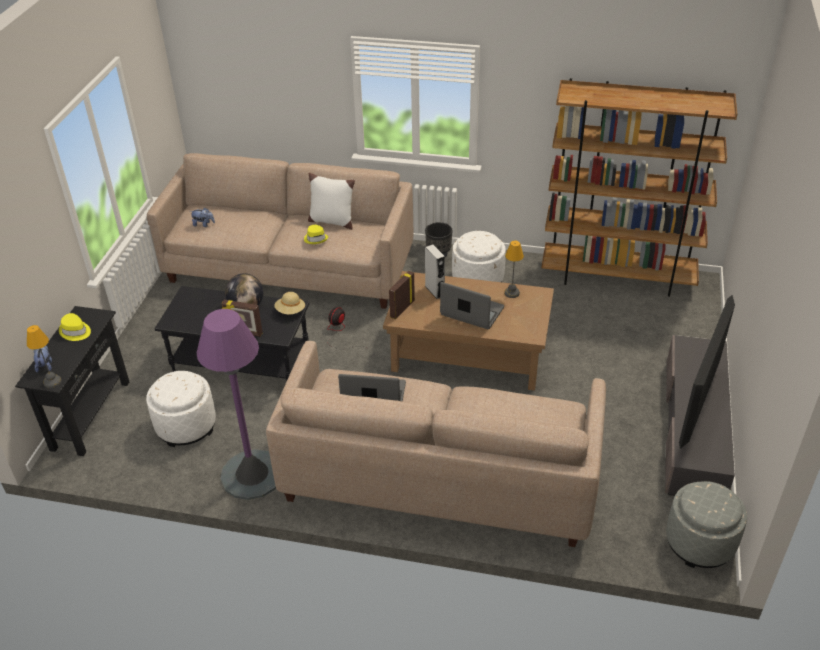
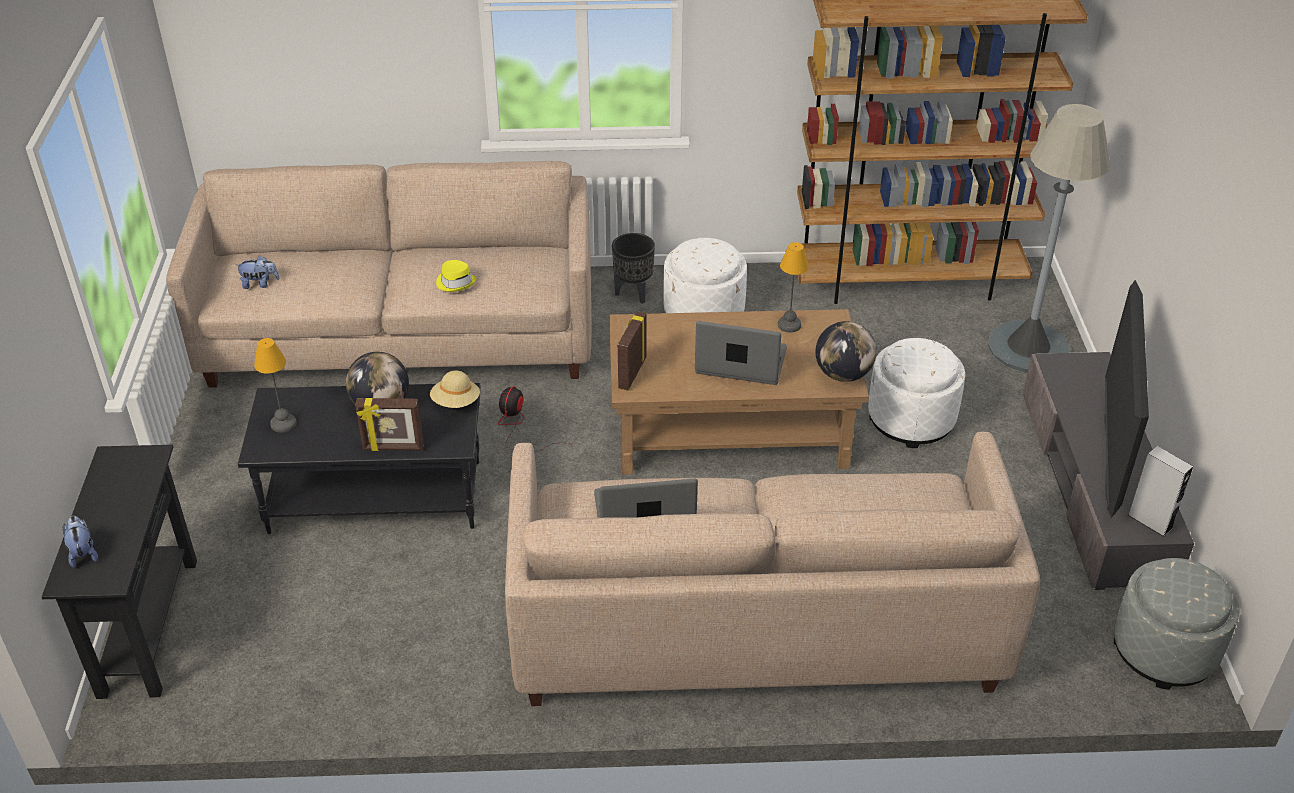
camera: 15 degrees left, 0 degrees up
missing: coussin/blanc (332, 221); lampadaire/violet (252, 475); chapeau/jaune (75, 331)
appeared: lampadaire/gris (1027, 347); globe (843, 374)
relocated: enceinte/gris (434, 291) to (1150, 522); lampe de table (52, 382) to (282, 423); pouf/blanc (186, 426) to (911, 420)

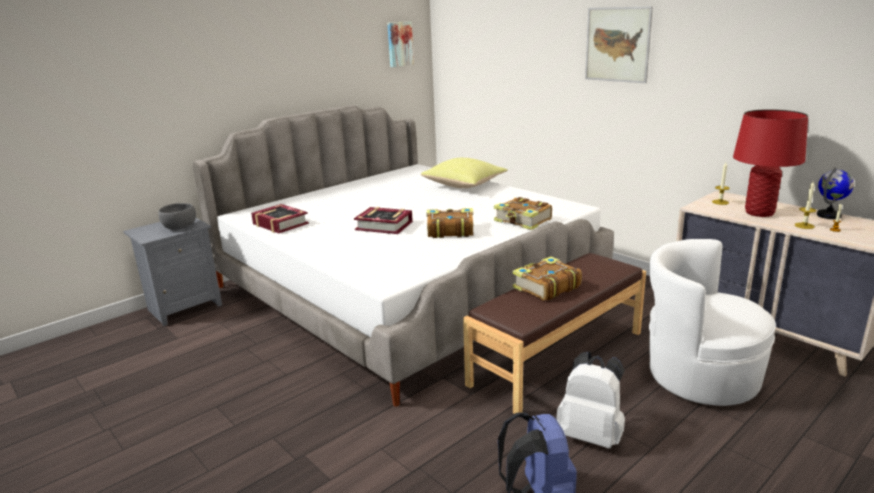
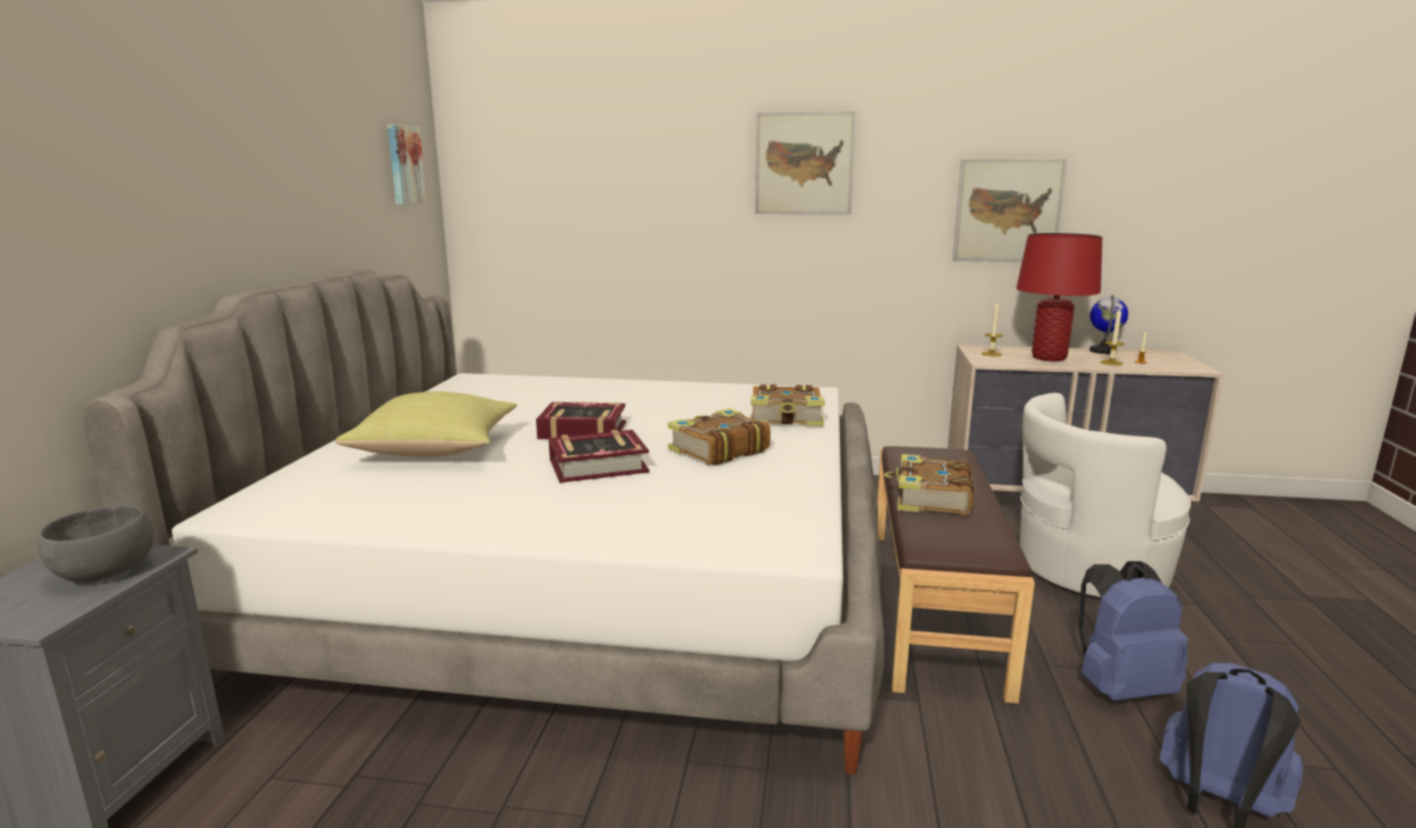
camera: 40 degrees left, 5 degrees down
appeared: tableau (1008, 211)
relocated: coussin/jaune (465, 185) to (438, 450); livre (280, 224) to (582, 431)
colour: sac à dos/blanc (591, 435) to sac à dos/bleu (1120, 687)

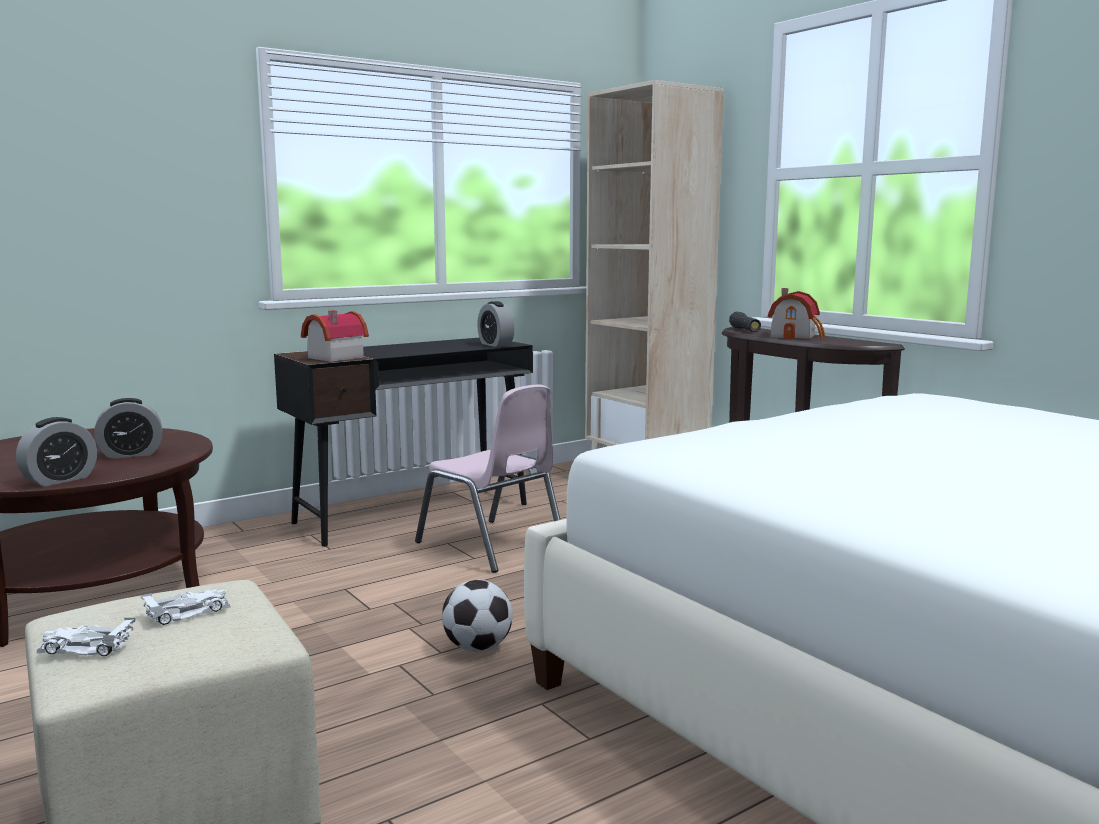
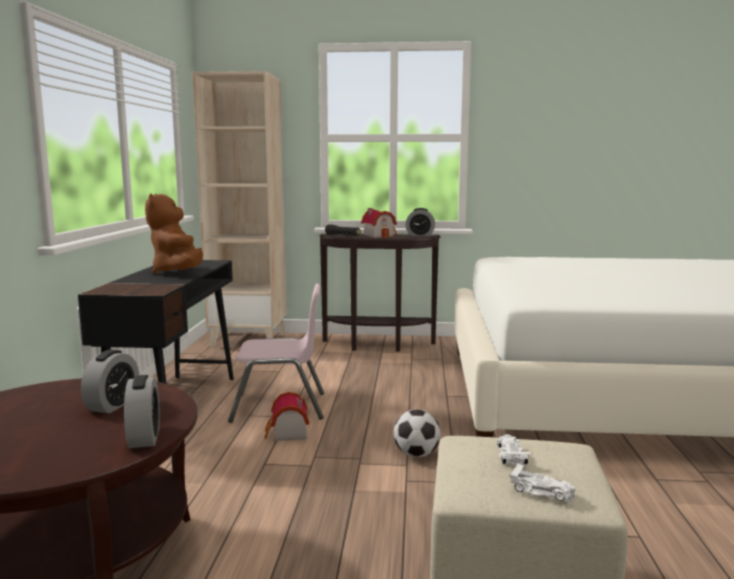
camera: 50 degrees left, 0 degrees up
appeared: peluche/marron (178, 272)
relocated: réveil (495, 344) to (420, 235); maison miniature (332, 357) to (287, 434)
spun: petite voiture/blanc (86, 648) = (542, 491) 105 degrees counterclockwise

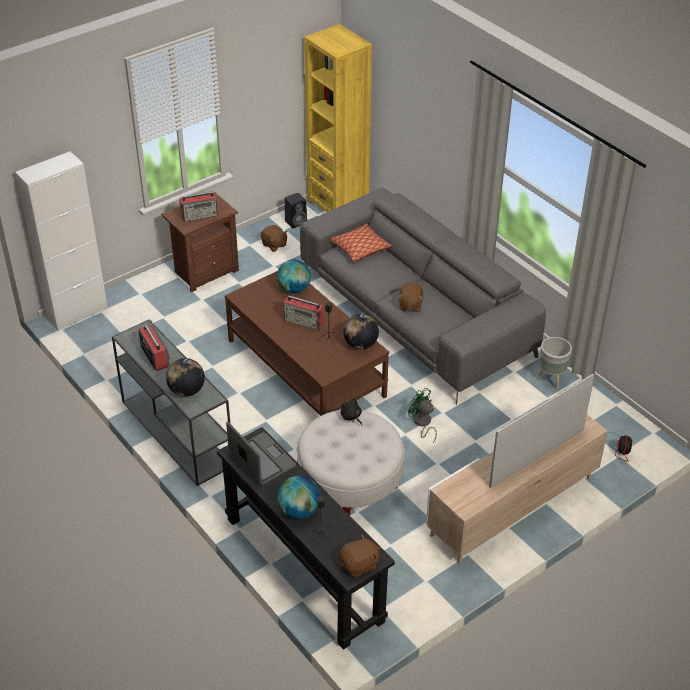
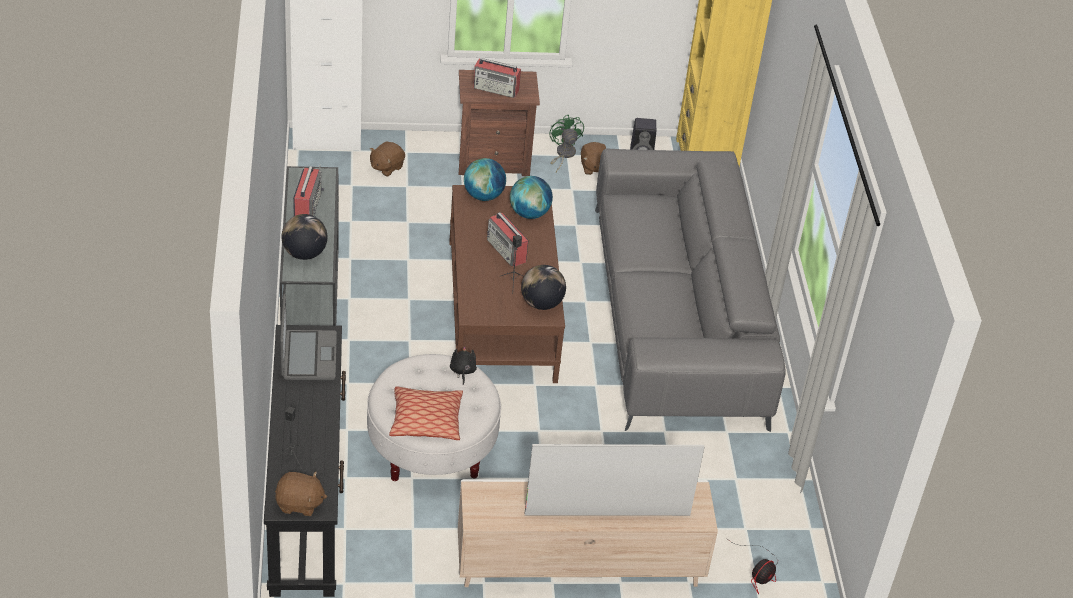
camera: 30 degrees right, 0 degrees up
missing: cache-pot/gris (551, 380)
relocated: coussin (360, 248) to (426, 421); peluche/marron (410, 305) to (386, 167); ventilateur/vert (422, 423) to (563, 154); globe (299, 511) to (483, 196)

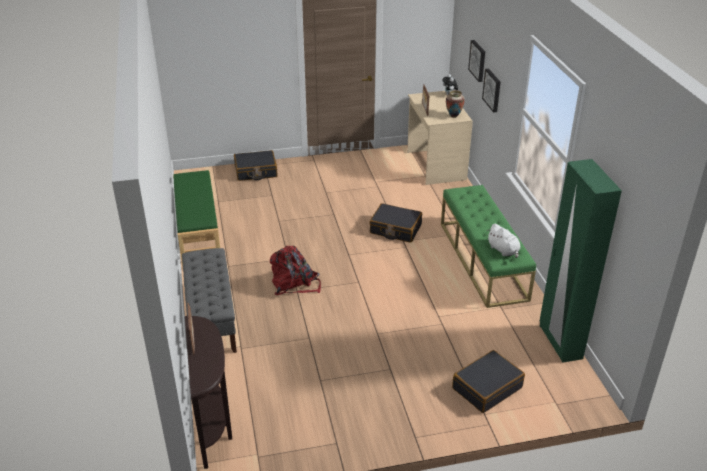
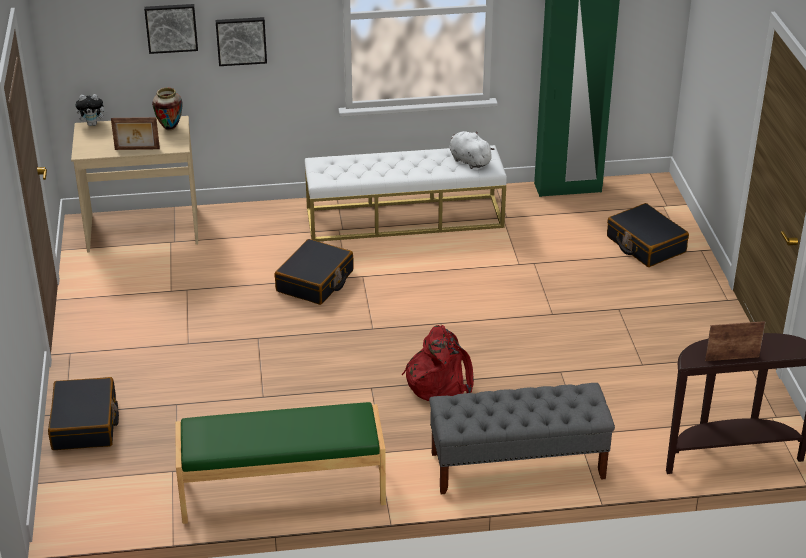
camera: 85 degrees left, 0 degrees up
colour: banc/vert (483, 260) to banc/blanc (405, 218)
spun: peluche/blanc (503, 250) = (468, 161) 105 degrees counterclockwise

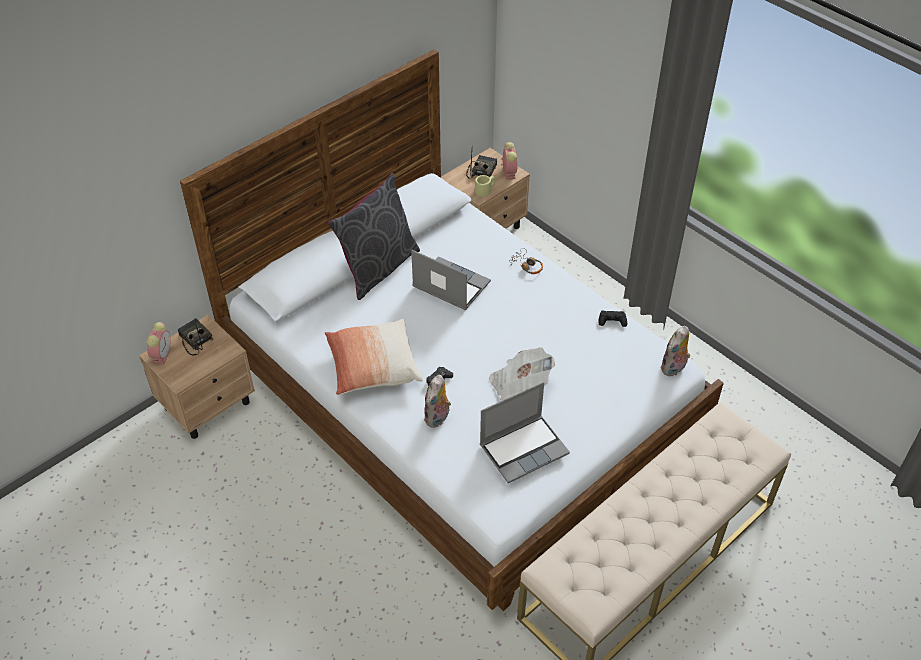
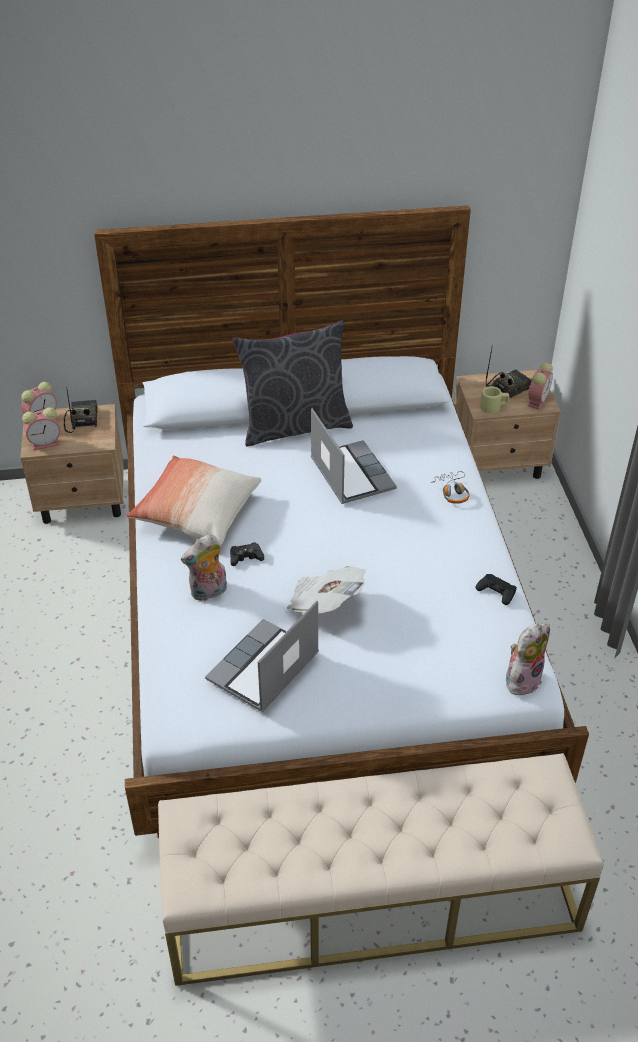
camera: 35 degrees right, 5 degrees down
appeared: réveil (46, 443)
spun: peluche (673, 369) = (522, 679) 150 degrees clockwise; ordinateur portable (524, 448) = (263, 669) 120 degrees clockwise

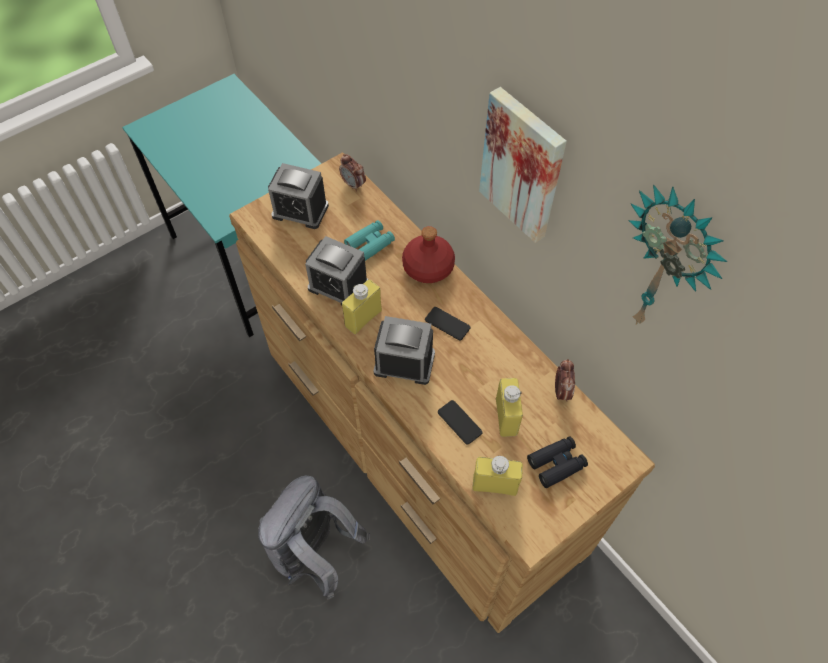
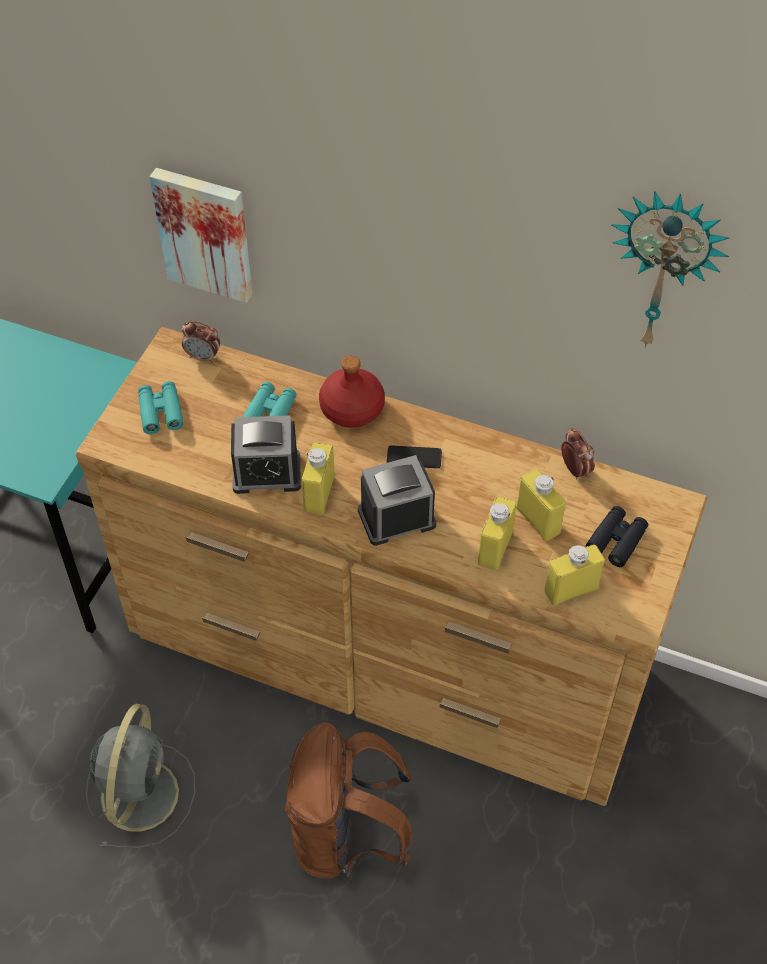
camera: 30 degrees left, 5 degrees down
appeared: ventilateur/gris (140, 791)
relocated: tableau (523, 165) to (205, 232)
exchanged: réveil (300, 211) to jumelles/turquoise (161, 412); téléphone (459, 422) to bouteille/jaune (495, 548)
colour: sac à dos/gris (315, 553) to sac à dos/marron (346, 837)

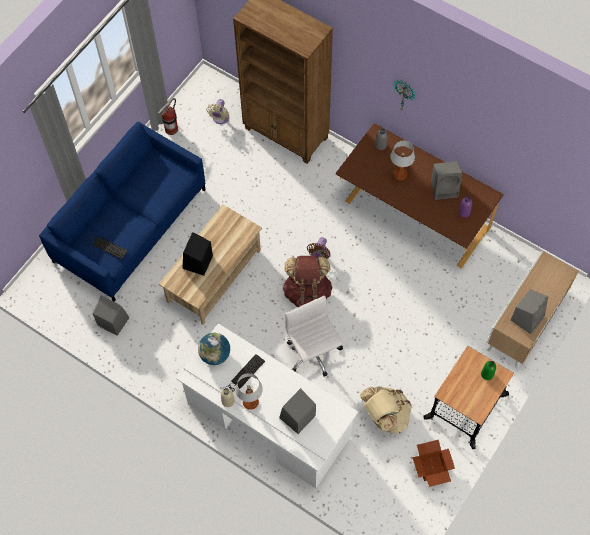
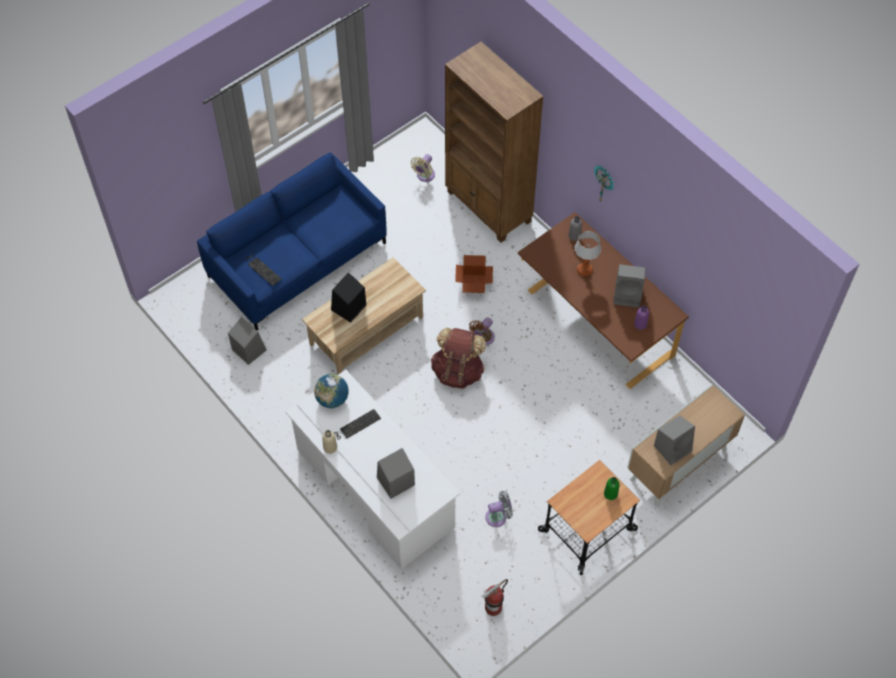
camera: 15 degrees right, 5 degrees down
missing: chaise de bureau/blanc (313, 354); lampe de table (250, 402)
relocated: extincteur (171, 129) to (493, 608); carton (431, 468) to (473, 284)
exchanged: sac à dos/beige (385, 416) to ventilateur/gris (498, 516)

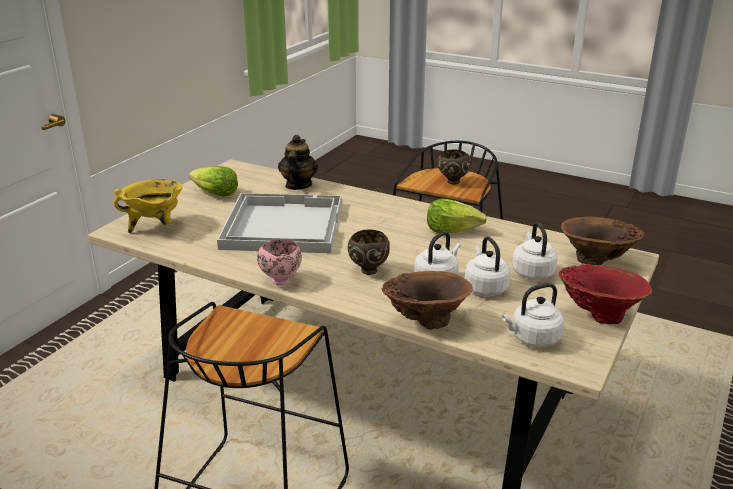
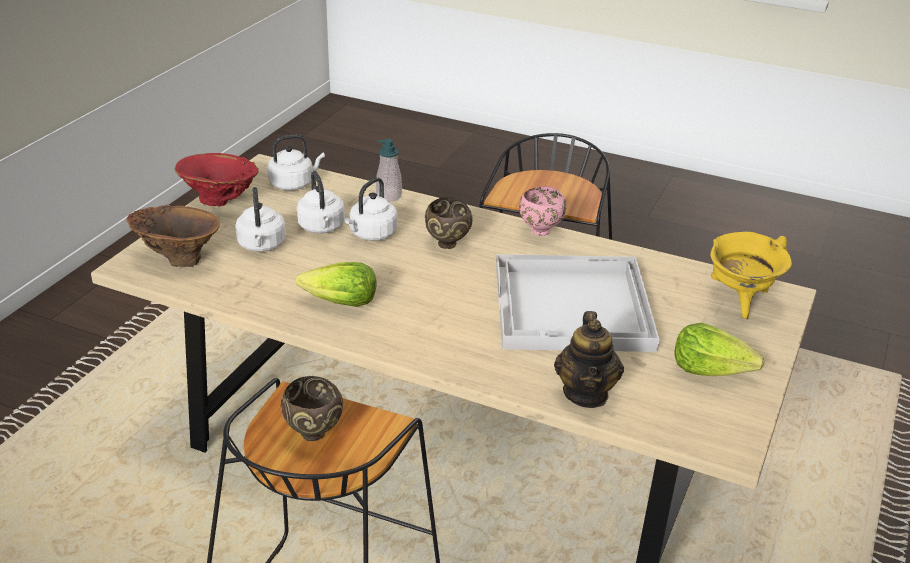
camera: 175 degrees right, 5 degrees up
exchanged: vase/marron (425, 321) to distributeur de savon (389, 196)

